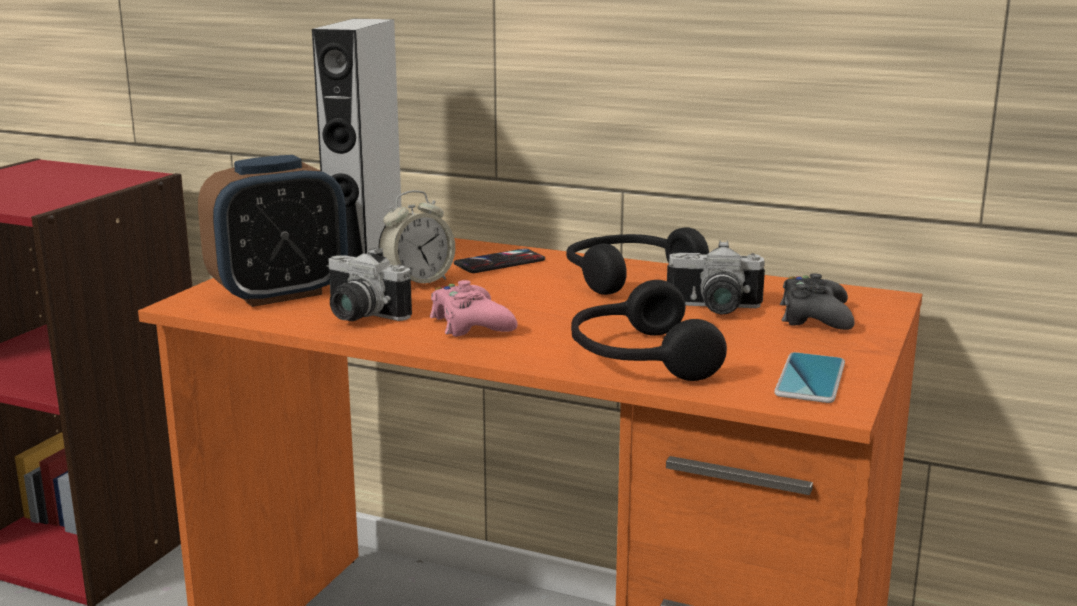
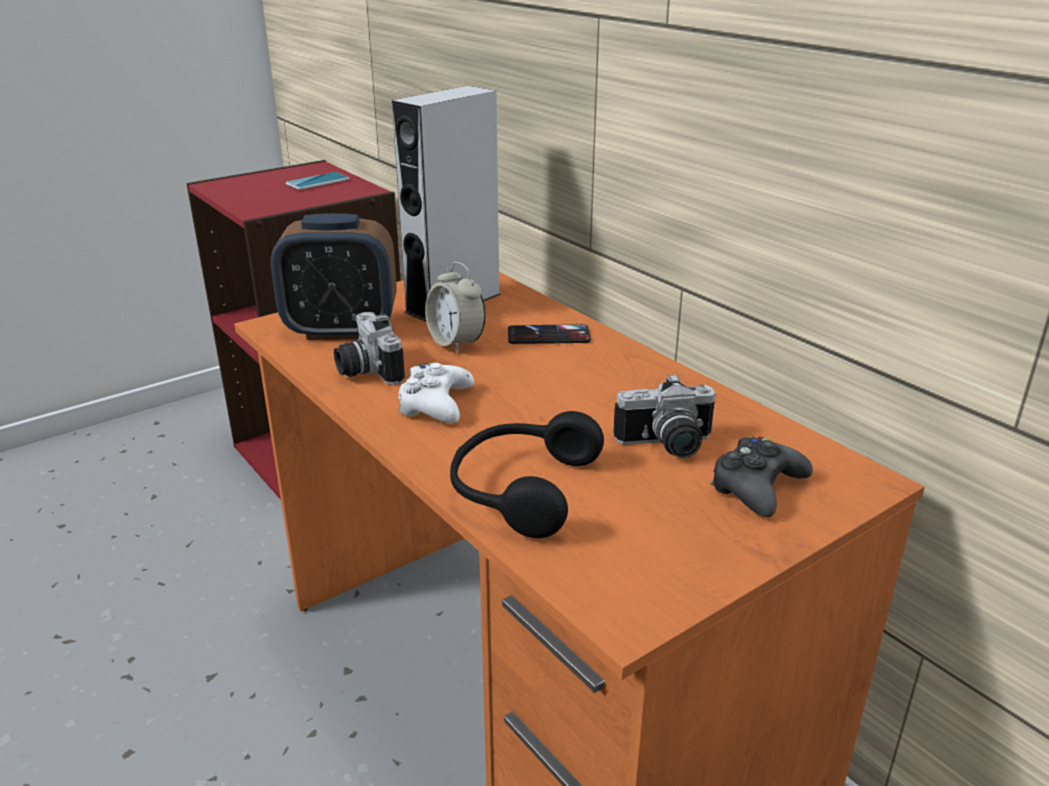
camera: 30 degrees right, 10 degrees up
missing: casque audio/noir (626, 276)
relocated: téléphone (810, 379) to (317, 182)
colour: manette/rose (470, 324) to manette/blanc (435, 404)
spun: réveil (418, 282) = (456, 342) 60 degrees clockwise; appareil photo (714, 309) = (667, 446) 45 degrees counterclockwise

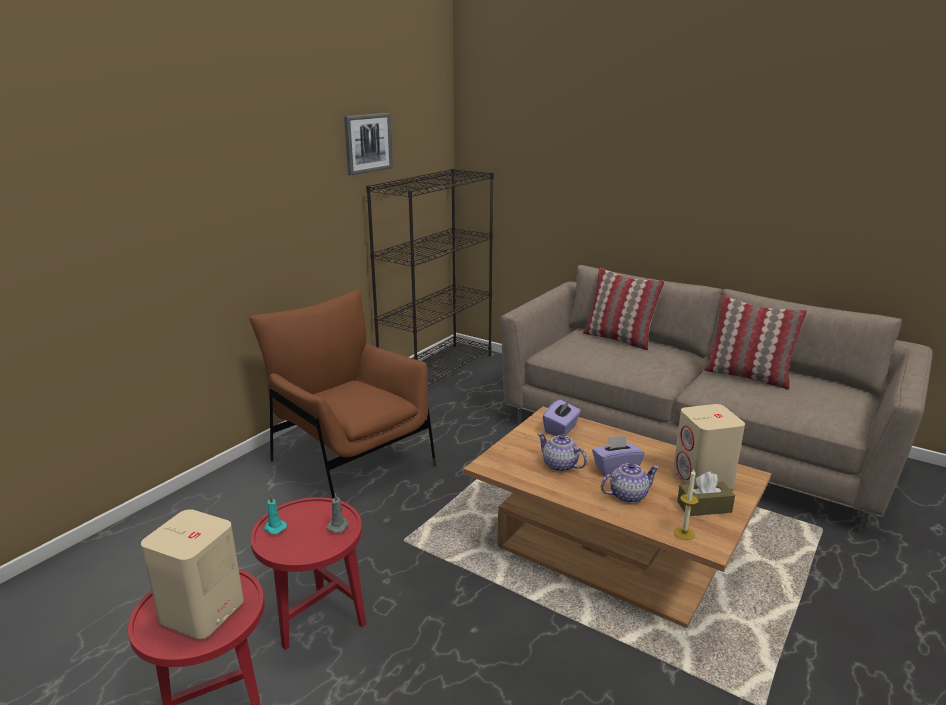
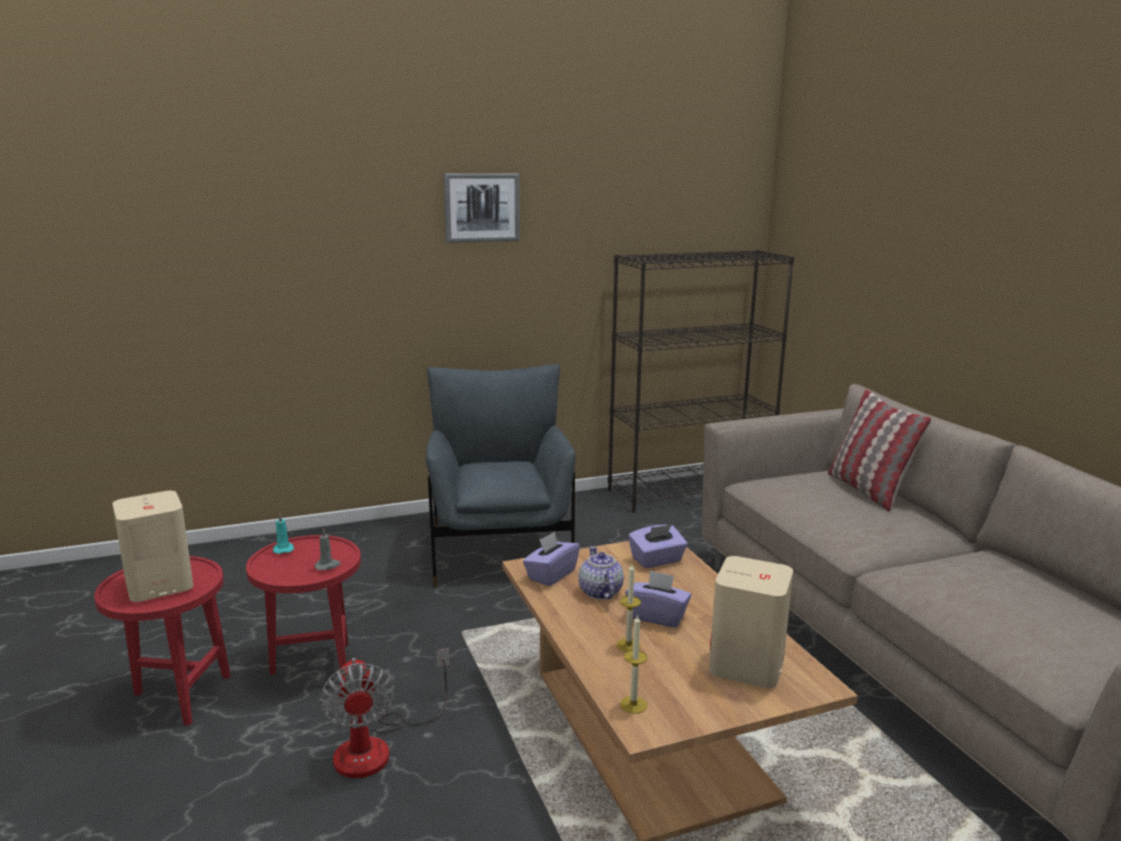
camera: 35 degrees right, 5 degrees down
missing: coussin (747, 376); boîte à mouchoirs/marron (704, 507)
appeared: boîte à mouchoirs/violet (551, 575); ventilateur (377, 746)
relocated: tableau (368, 143) to (481, 207)
exchanged: théière (627, 495) to bougie (628, 645)
colour: fauteuil/marron (351, 462) to fauteuil/gris (500, 549)

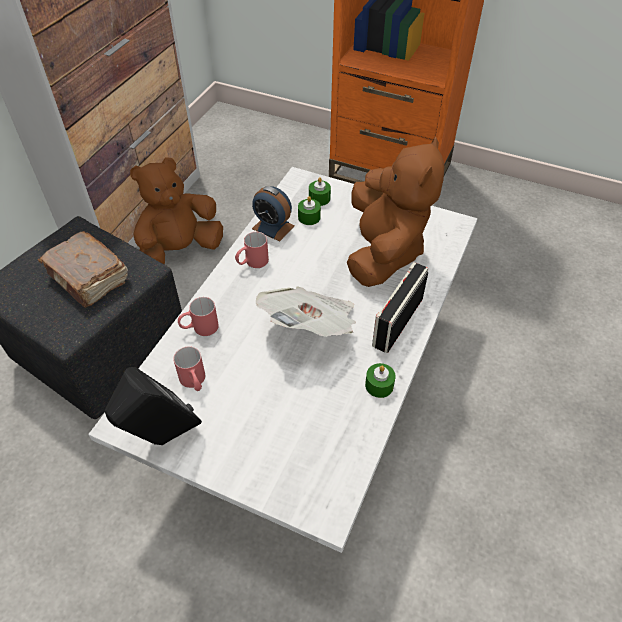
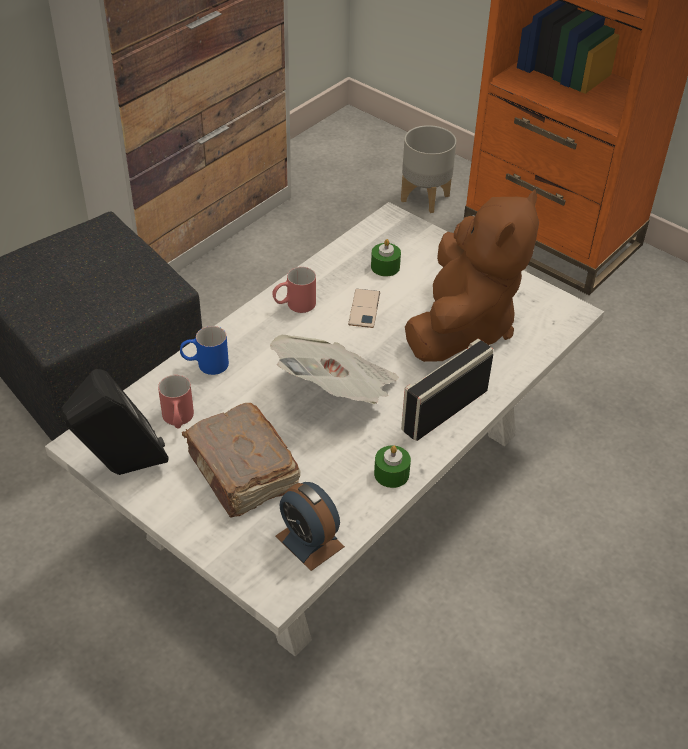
camera: 15 degrees right, 5 degrees down
missing: peluche/marron (179, 251); bougie/vert (319, 198)
appeared: cache-pot/gris (424, 198); téléphone (364, 308)
relocated: réveil (273, 227) to (309, 541); livre/marron (88, 279) to (242, 473)
colour: mug/rouge (199, 328) to mug/bleu (205, 364)

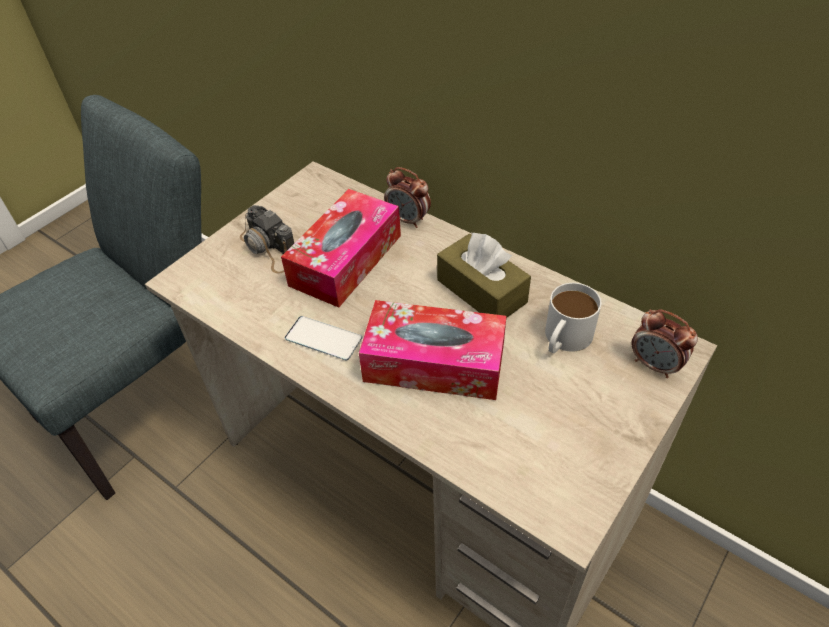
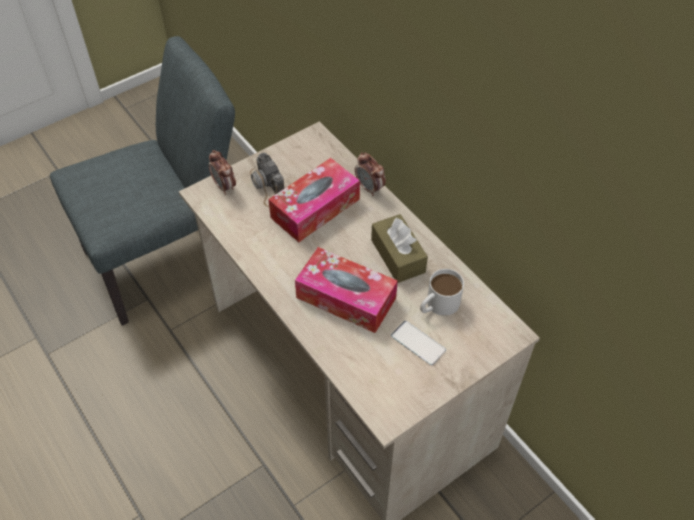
camera: 15 degrees right, 5 degrees up
relocated: réveil (655, 365) to (224, 186); téléphone (323, 338) to (418, 343)

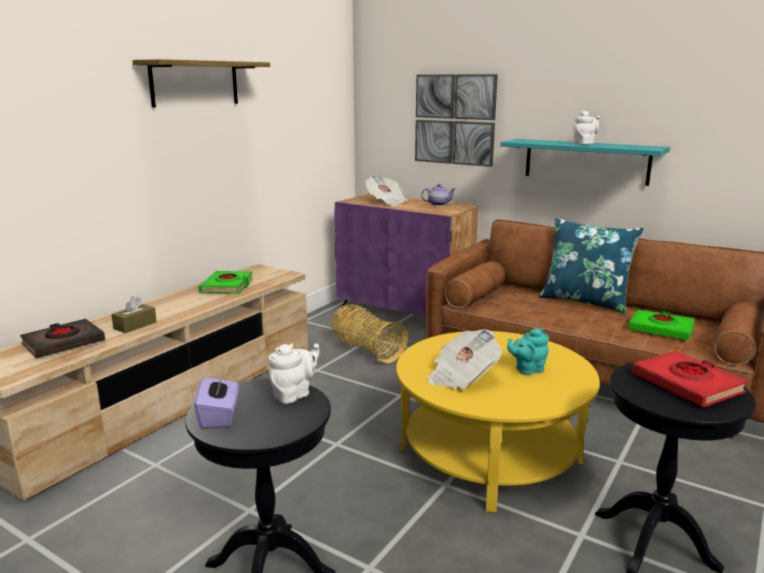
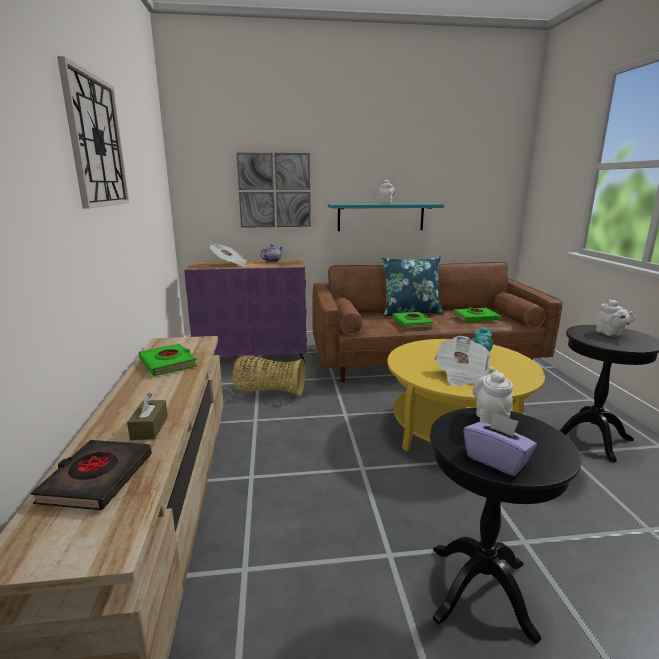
camera: 40 degrees left, 0 degrees up
appeared: livre/vert (412, 323)
exchanged: étagère (195, 83) to horloge murale (96, 142); livre/rouge (687, 384) to théière/blanc (611, 334)

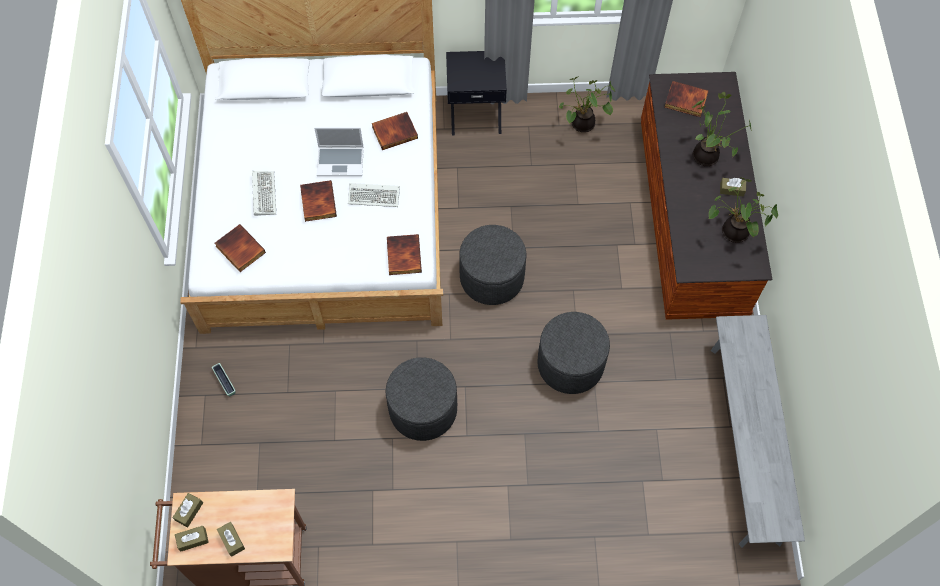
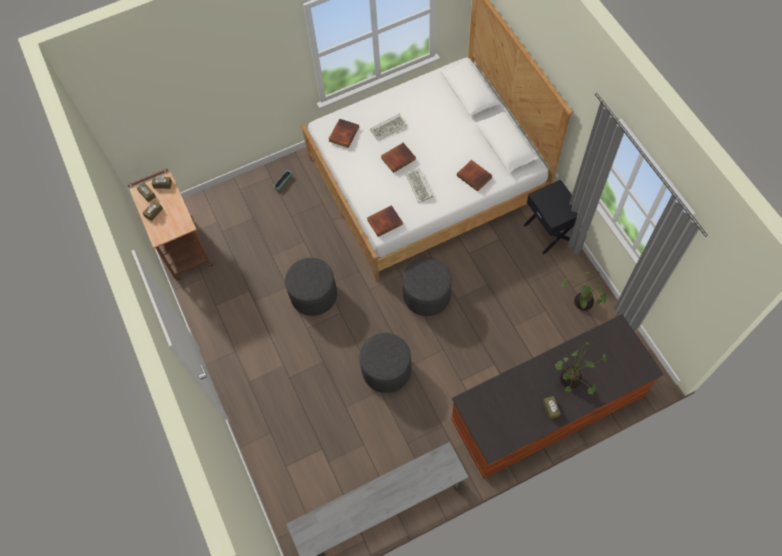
camera: 70 degrees right, 0 degrees up
missing: livre (685, 101); ordinateur portable (341, 161); plante en pot (733, 233)

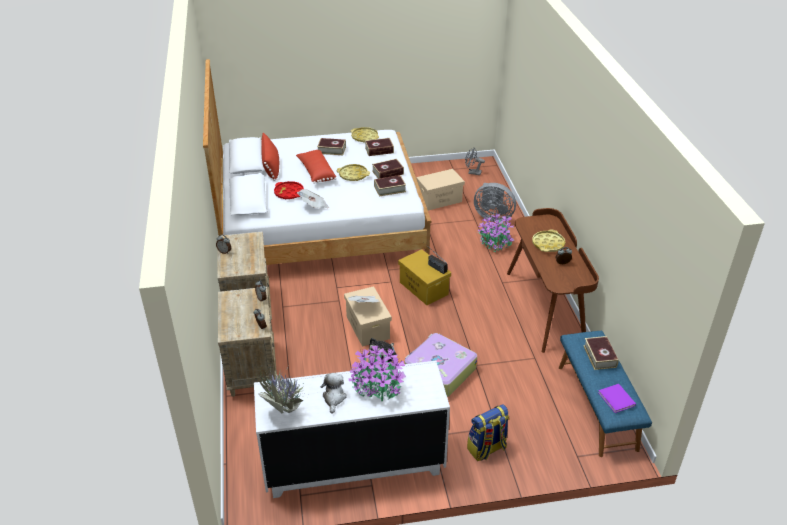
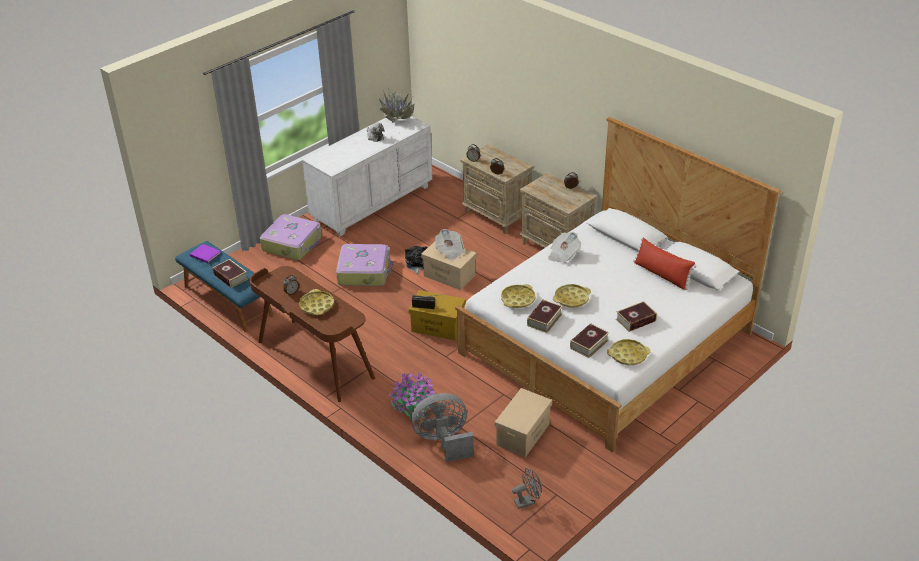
camera: 145 degrees right, 0 degrees up
missing: coussin/rouge (316, 172); plateau/rouge (289, 193); plante en pot (377, 387)
exchanged: livre (389, 189) to plateau/jaune (518, 299); sac à dos (487, 449) to valise (293, 244)

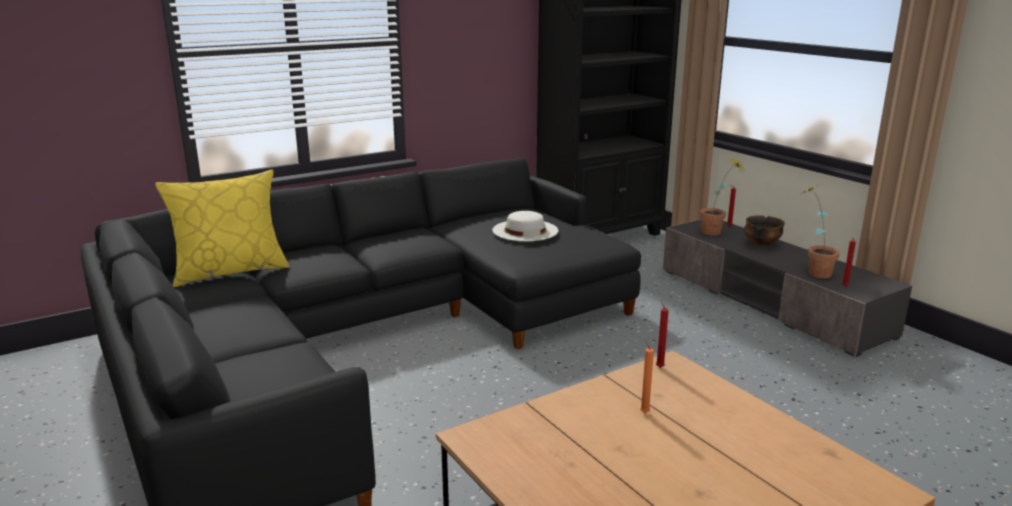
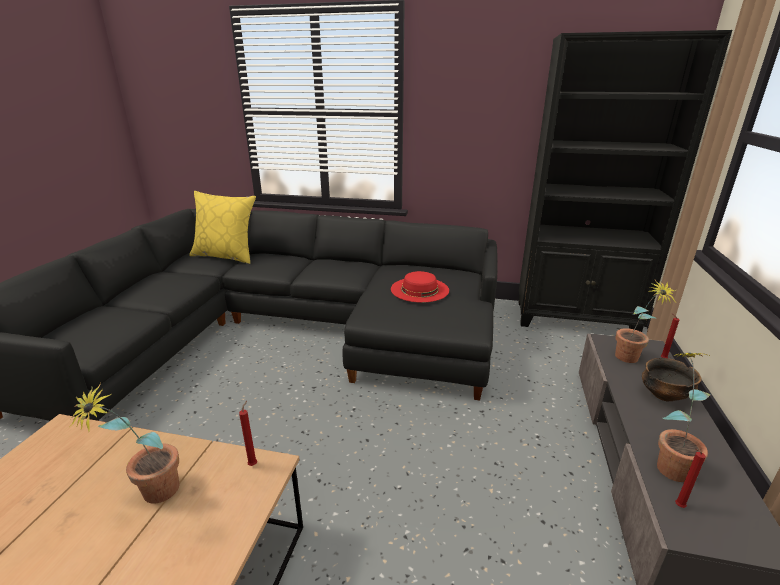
camera: 45 degrees right, 5 degrees up
exchanged: bougie/orange (643, 412) to plante en pot (151, 497)
colour: chapeau/blanc (525, 230) to chapeau/rouge (419, 289)

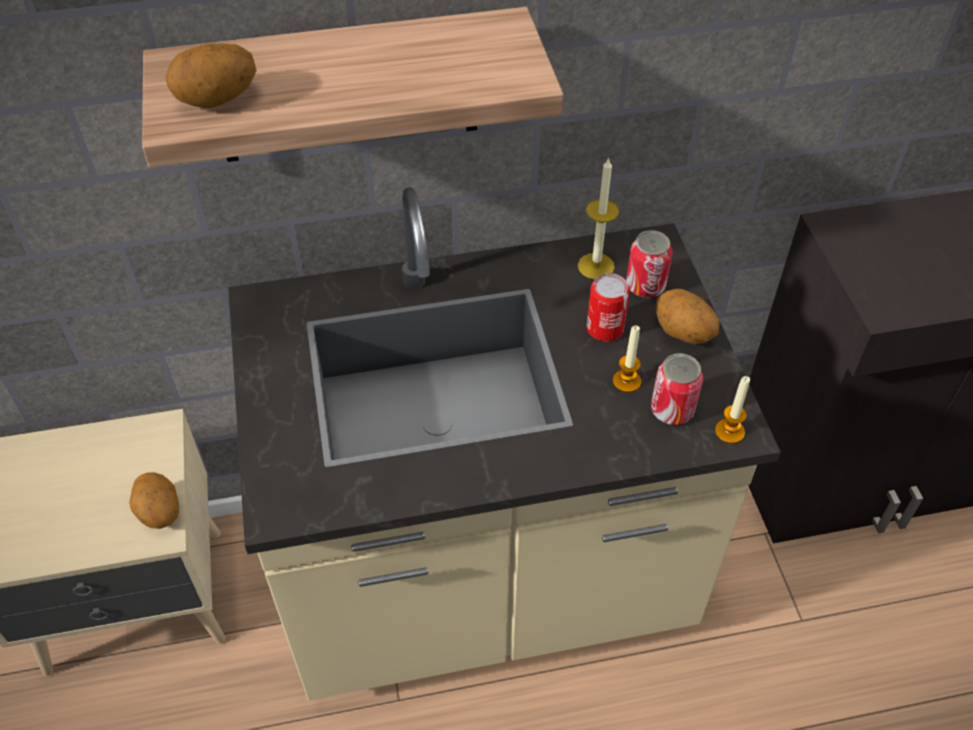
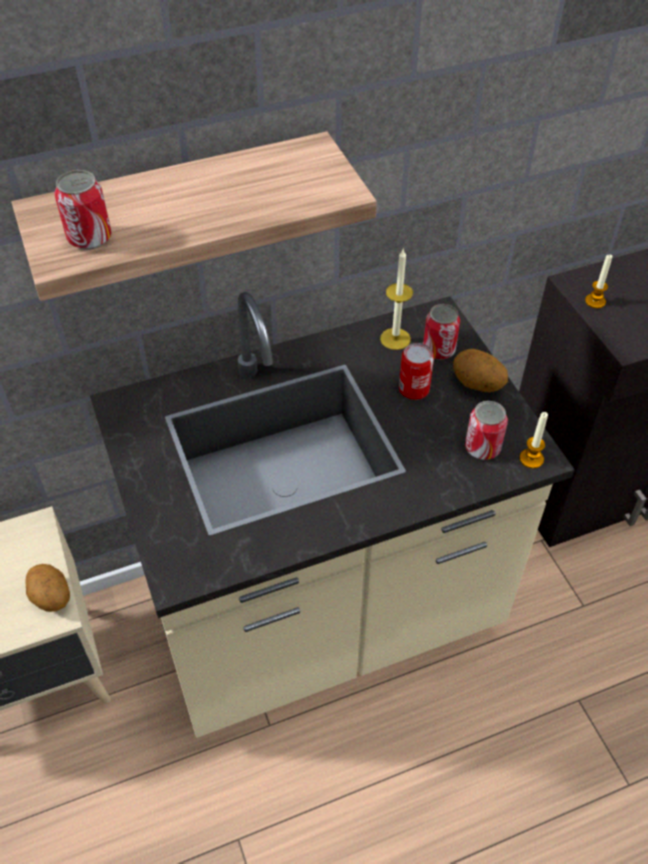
camera: 10 degrees left, 0 degrees up
relocated: bougie (626, 381) to (595, 301)
exchanged: pomme de terre (217, 101) to boîte métallique (89, 238)

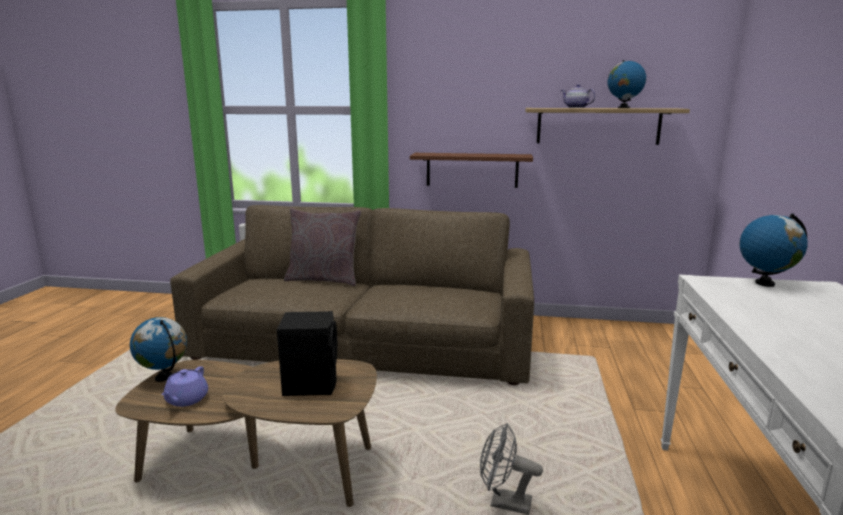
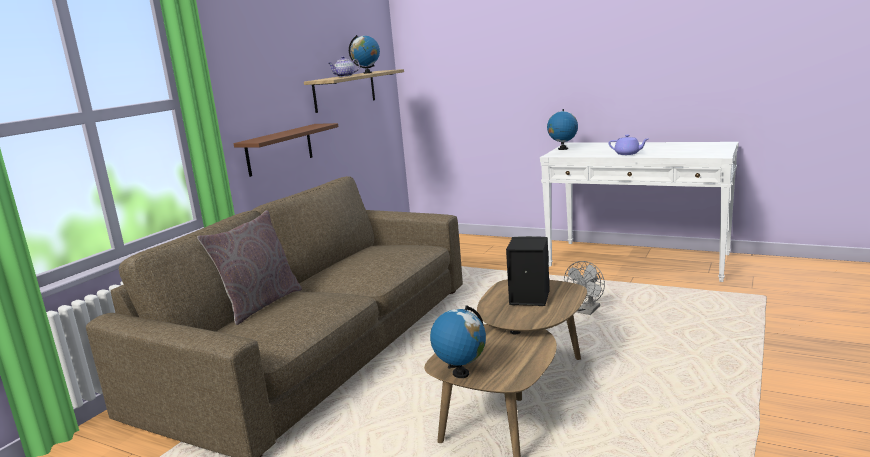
camera: 70 degrees left, 0 degrees up
relocated: théière/violet (186, 400) to (628, 153)

